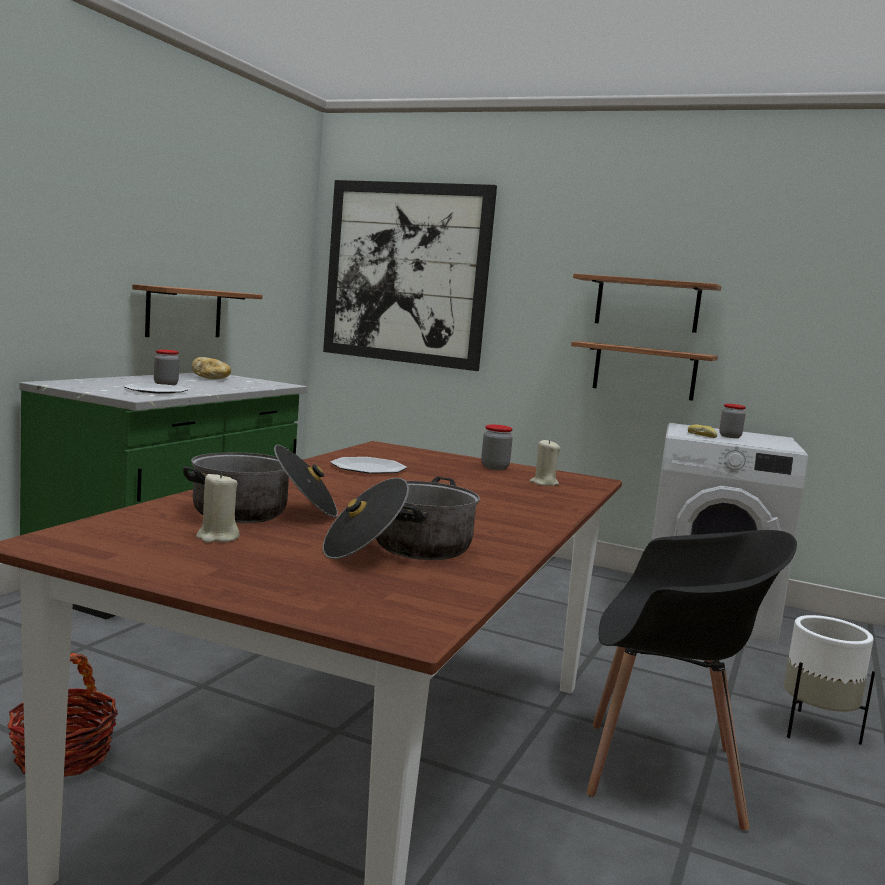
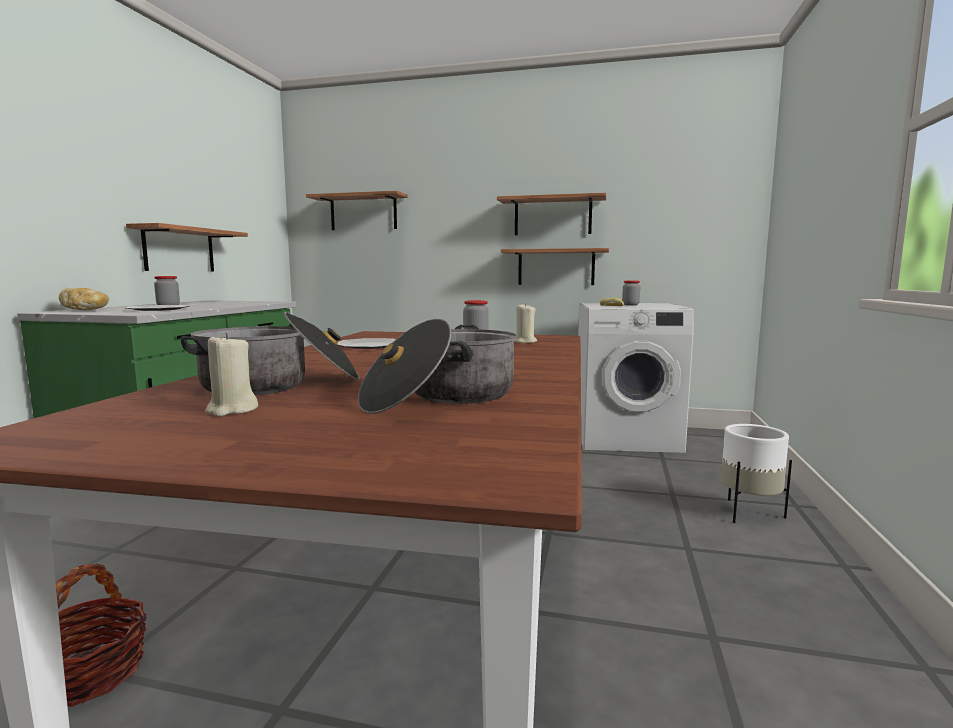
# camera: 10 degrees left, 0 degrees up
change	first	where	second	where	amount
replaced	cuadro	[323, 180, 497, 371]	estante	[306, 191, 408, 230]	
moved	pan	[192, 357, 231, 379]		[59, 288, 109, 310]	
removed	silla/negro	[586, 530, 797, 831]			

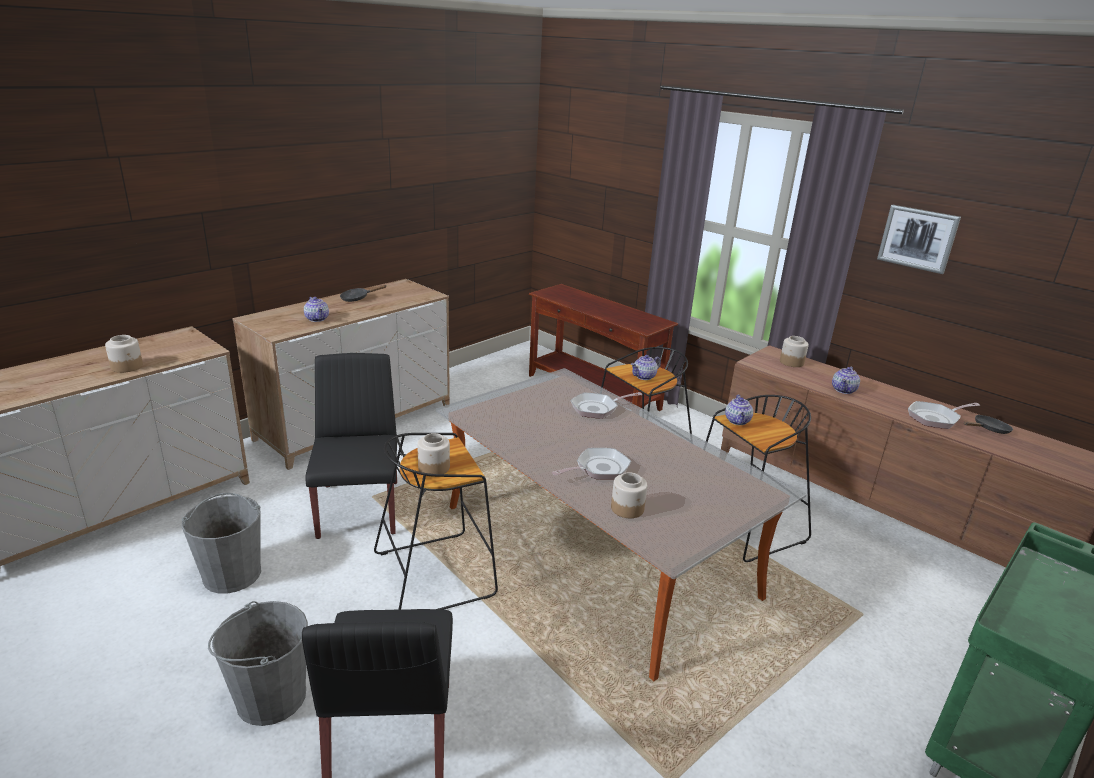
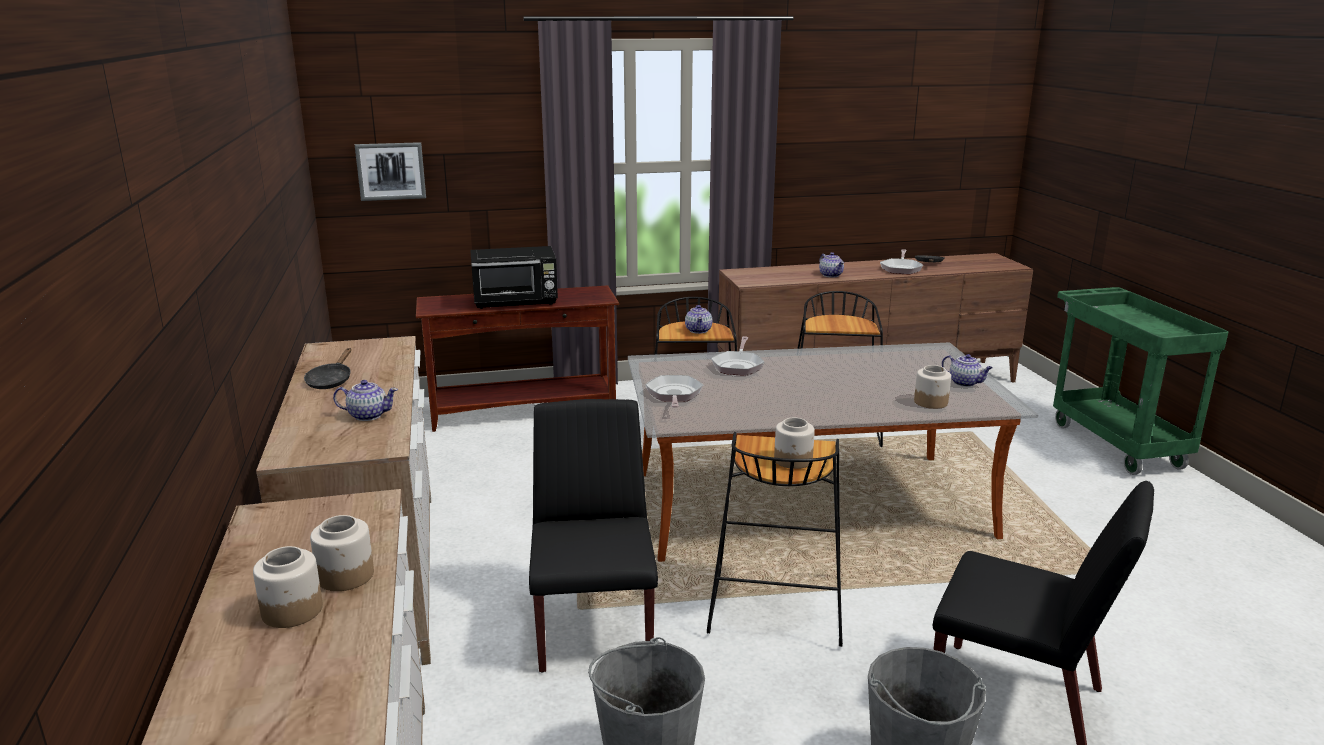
# camera: 55 degrees left, 5 degrees down
change	first	where	second	where	amount
moved	cuadro	[877, 205, 961, 274]		[355, 142, 426, 201]	
moved	tarro	[780, 336, 809, 367]		[253, 546, 323, 628]	
turned	silla/negro	[305, 353, 397, 539]		[529, 399, 658, 673]	60 degrees clockwise
moved	tetera	[725, 395, 753, 425]		[942, 354, 993, 387]	
moved	sartén	[552, 448, 631, 480]		[645, 375, 703, 408]	
added			microondas/negro	[470, 246, 558, 309]	

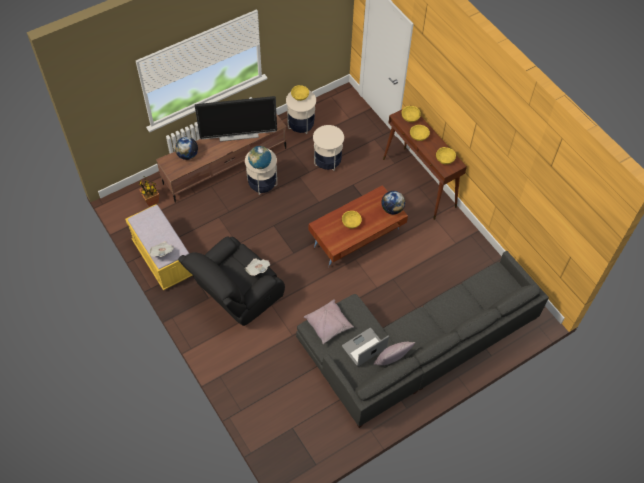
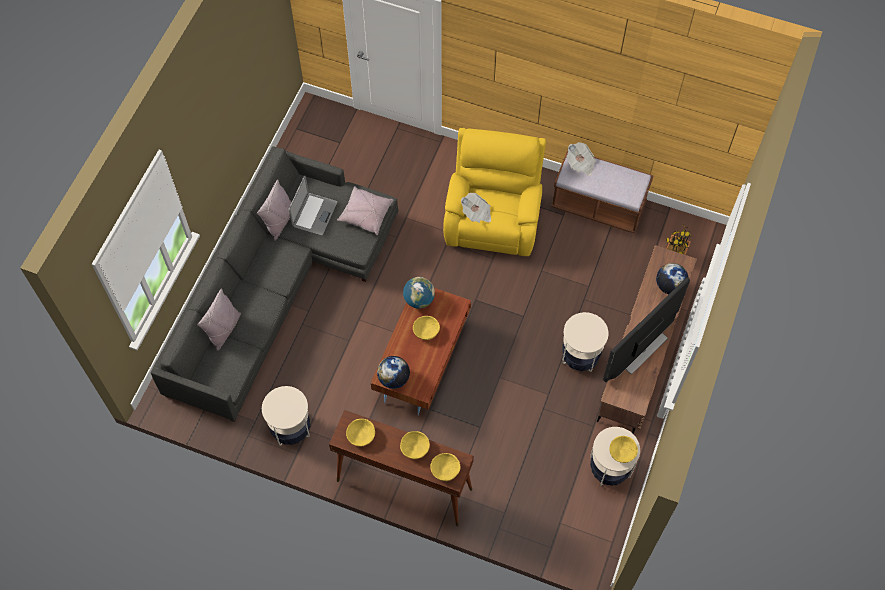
# camera: 145 degrees right, 5 degrees up
change	first	where	second	where	amount
moved	mesa auxiliar/beis	[313, 125, 344, 171]		[262, 386, 311, 446]	
moved	globo terráqueo	[248, 146, 271, 169]		[403, 277, 435, 309]	
recoloured	banco/amarillo	[125, 204, 192, 290]	banco/marrón	[551, 150, 654, 233]	
recoloured	sillón/negro	[178, 236, 285, 326]	sillón/amarillo	[443, 128, 546, 256]	
added			cojín/morado	[197, 288, 241, 351]	

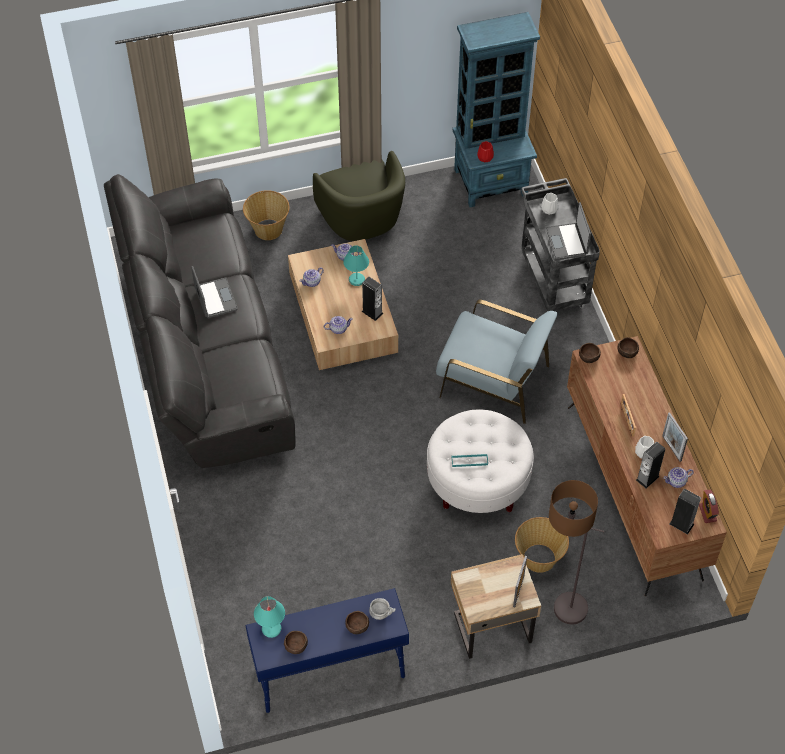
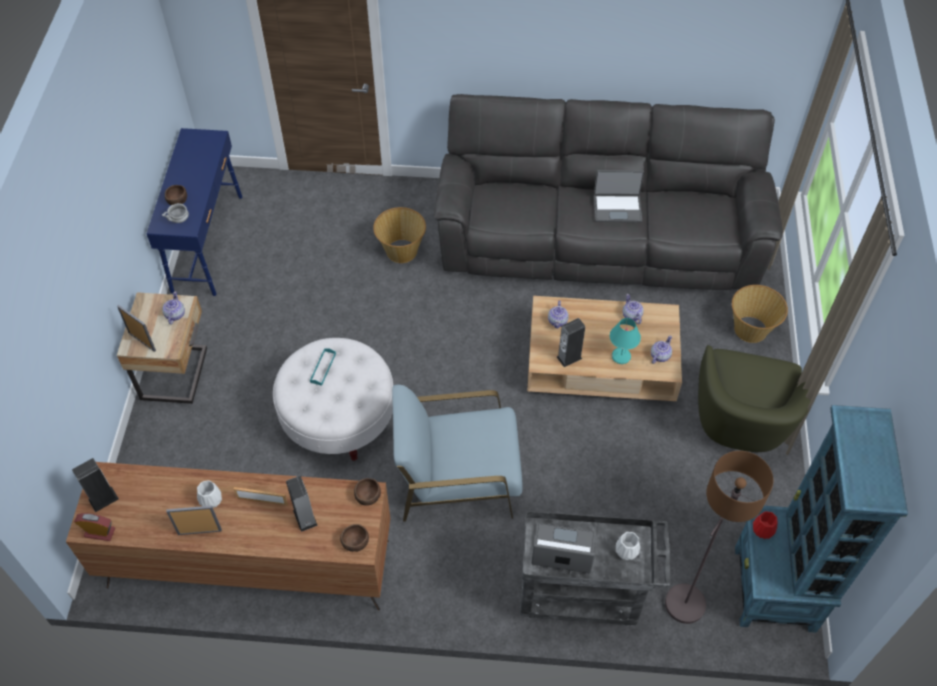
# camera: 110 degrees right, 0 degrees up
change	first	where	second	where	amount
turned	sillón/verde	[313, 151, 405, 241]		[698, 345, 810, 452]	75 degrees counterclockwise
turned	sillón/azul	[436, 300, 558, 424]		[392, 385, 522, 522]	45 degrees clockwise
moved	altavoz	[636, 442, 665, 488]		[286, 476, 318, 532]	
moved	tetera	[663, 467, 694, 488]		[162, 291, 185, 325]	
moved	lámpara de pie/marrón	[549, 480, 604, 625]		[665, 451, 773, 624]	
moved	cesta	[515, 517, 569, 573]		[373, 207, 426, 263]	
removed	lámpara de mesa/turquesa	[254, 596, 285, 638]			
removed	cuenco/marrón	[284, 631, 308, 654]			

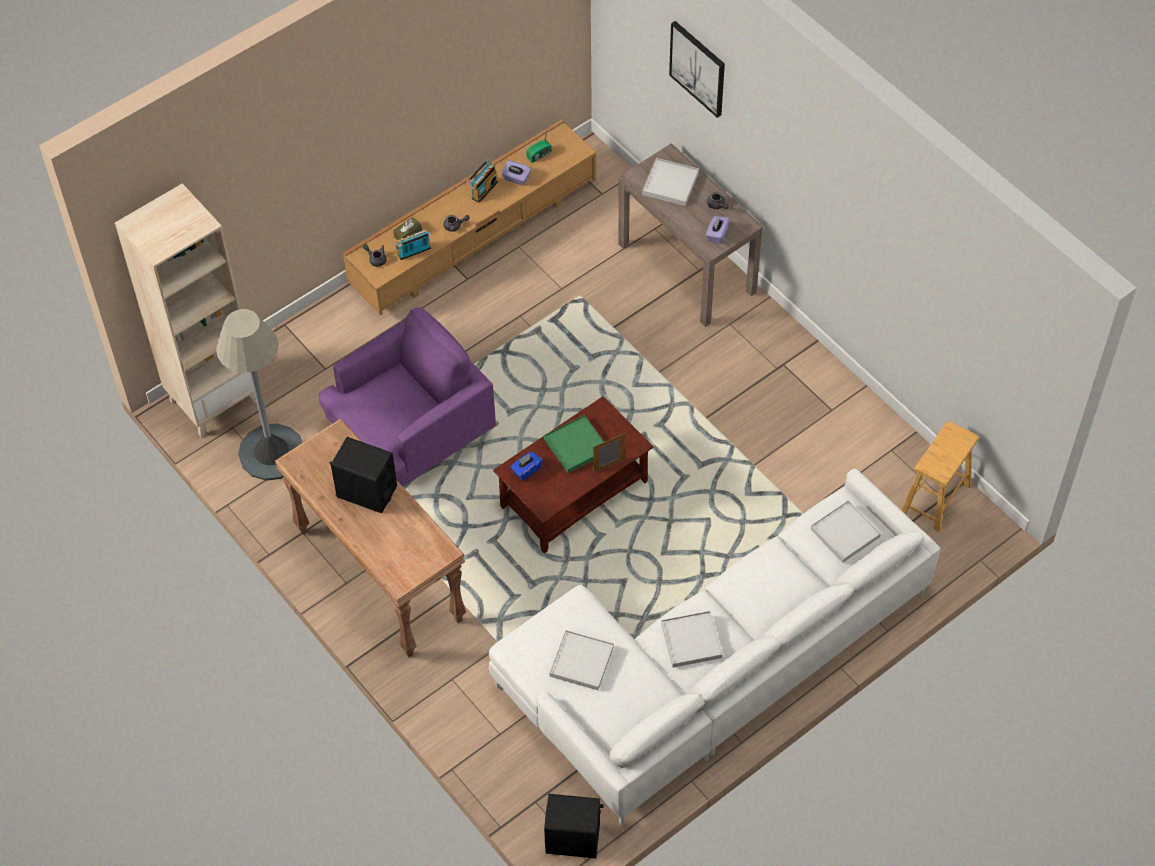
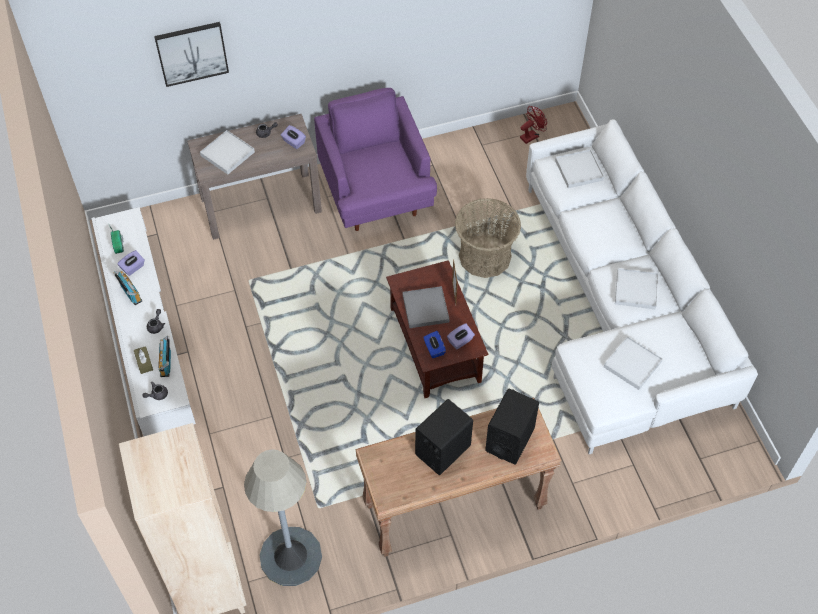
# camera: 70 degrees left, 0 degrees up
change	first	where	second	where	amount
recoloured	mueble de televisión/marrón	[343, 119, 596, 315]	mueble de televisión/blanco	[91, 207, 196, 436]	
moved	sillón/morado	[319, 307, 496, 486]		[314, 88, 437, 231]	
recoloured	bandeja/verde	[544, 415, 604, 473]	bandeja/gris	[402, 286, 449, 328]	
replaced	taburete/marrón	[901, 421, 979, 532]	ventilador/rojo	[520, 106, 547, 144]	
moved	altavoz/negro	[544, 794, 603, 858]		[485, 389, 539, 465]	
added			cesta	[455, 199, 521, 278]	
added			caja de pañuelos/morado	[447, 323, 475, 349]	

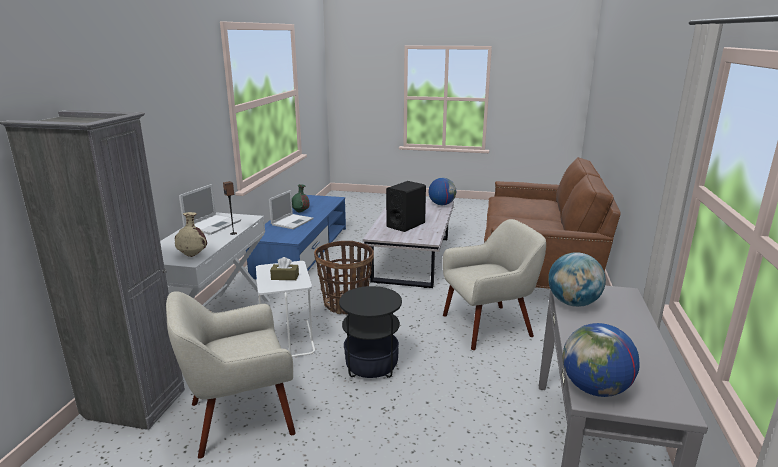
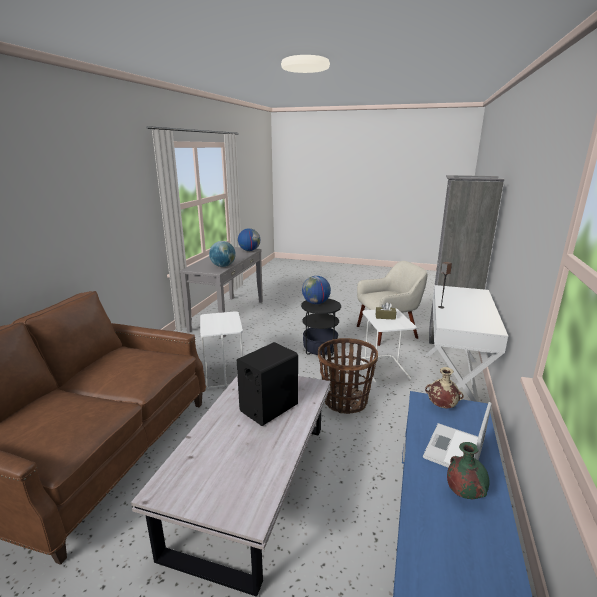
# camera: 175 degrees left, 0 degrees up
change	first	where	second	where	amount
moved	globo terráqueo	[429, 178, 456, 205]		[302, 276, 331, 304]	
removed	portátil	[179, 184, 241, 235]			
moved	florero/beis	[175, 212, 207, 257]		[425, 367, 464, 408]	
replaced	sillón/beis	[443, 219, 546, 350]	mesa auxiliar/blanco	[200, 311, 243, 389]	

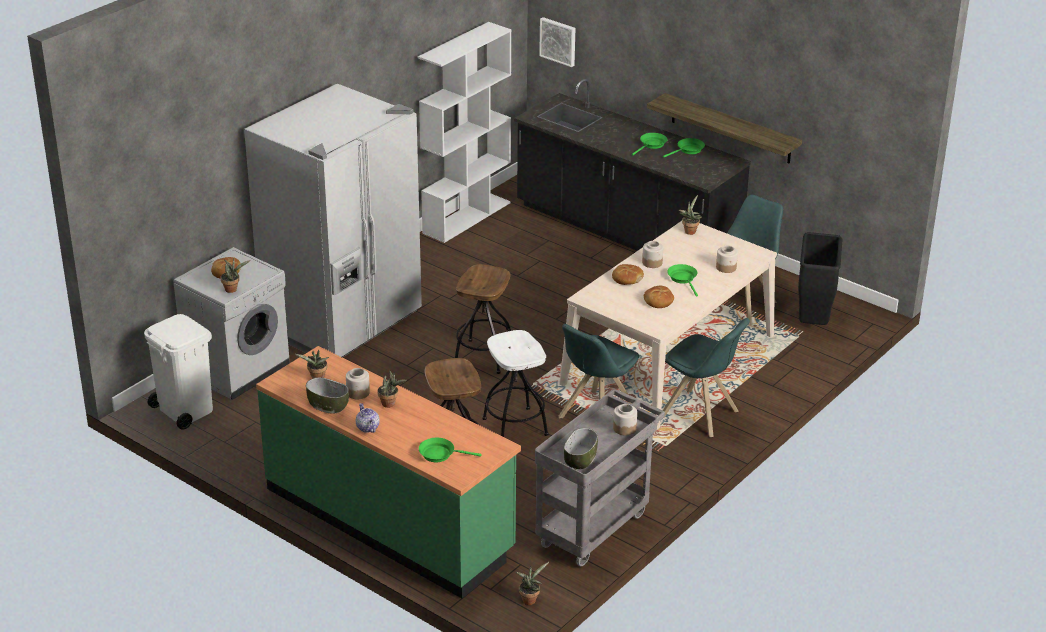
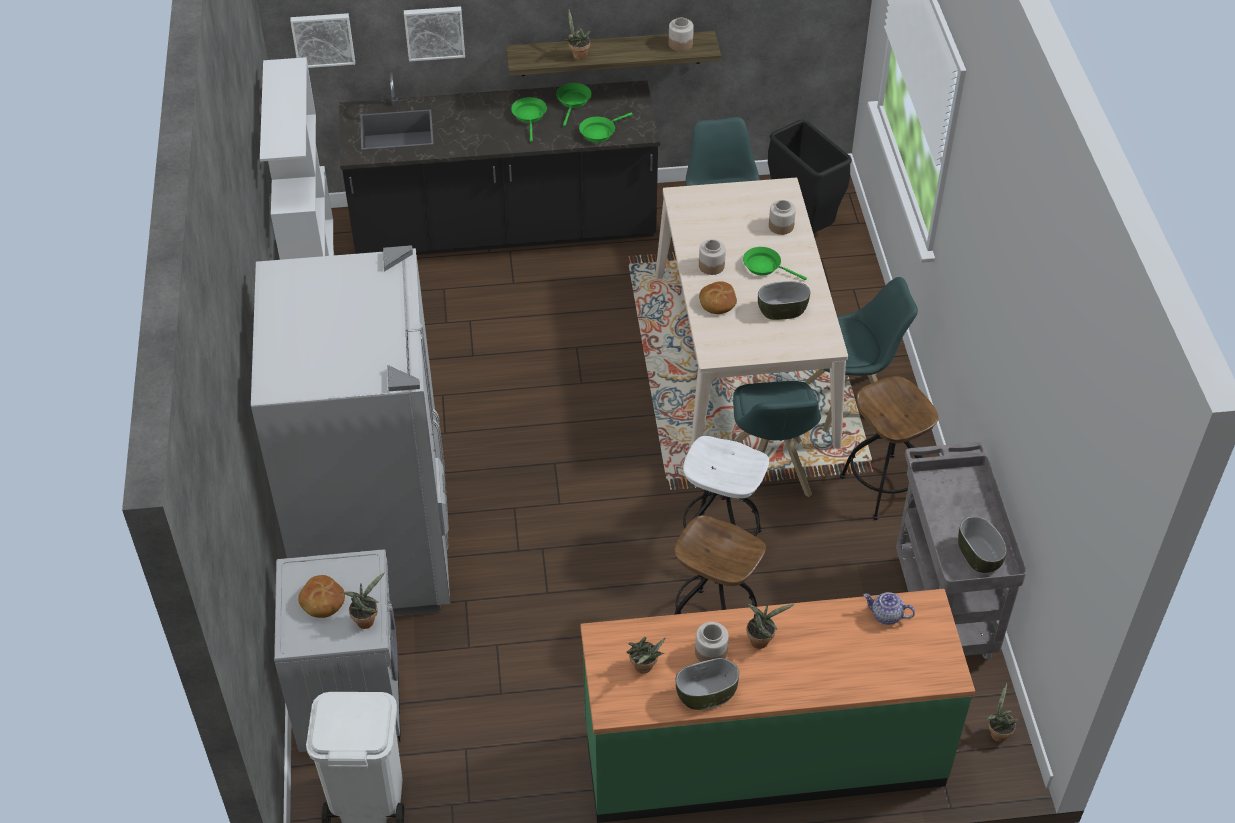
# camera: 45 degrees left, 15 degrees up
change	first	where	second	where	amount
moved	planta en maceta	[679, 195, 702, 235]		[564, 10, 590, 60]	
moved	taburete/marrón	[455, 264, 511, 374]		[840, 376, 938, 520]	
replaced	pan	[644, 286, 674, 308]	cuenco	[758, 281, 810, 320]	
moved	tetera	[356, 403, 380, 433]		[863, 592, 915, 625]	
moved	tarro	[613, 404, 637, 436]		[669, 18, 694, 52]	
moved	sartén/verde	[419, 438, 482, 462]		[579, 112, 632, 142]	
added			cuadro	[404, 6, 465, 62]	

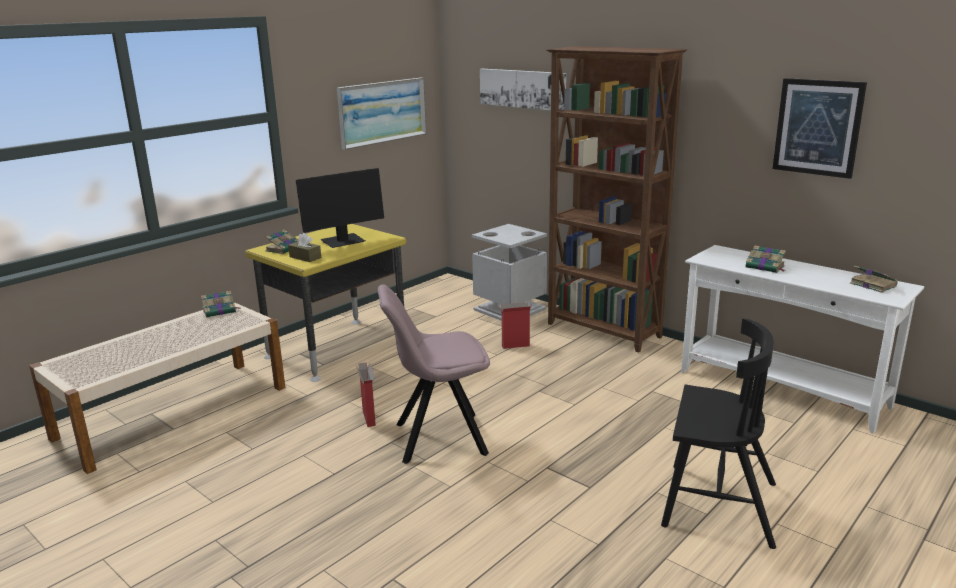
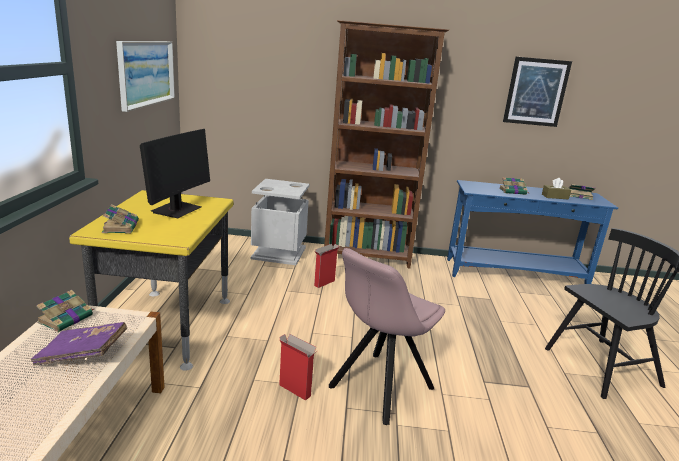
# camera: 40 degrees left, 0 degrees up
change	first	where	second	where	amount
removed	cuadro	[480, 69, 566, 111]			
moved	caja de pañuelos/marrón	[288, 233, 321, 262]		[542, 178, 571, 199]	
recoloured	mesa consola/blanco	[681, 245, 924, 434]	mesa consola/azul	[447, 180, 618, 284]	
added			libro/morado	[31, 322, 127, 366]	

